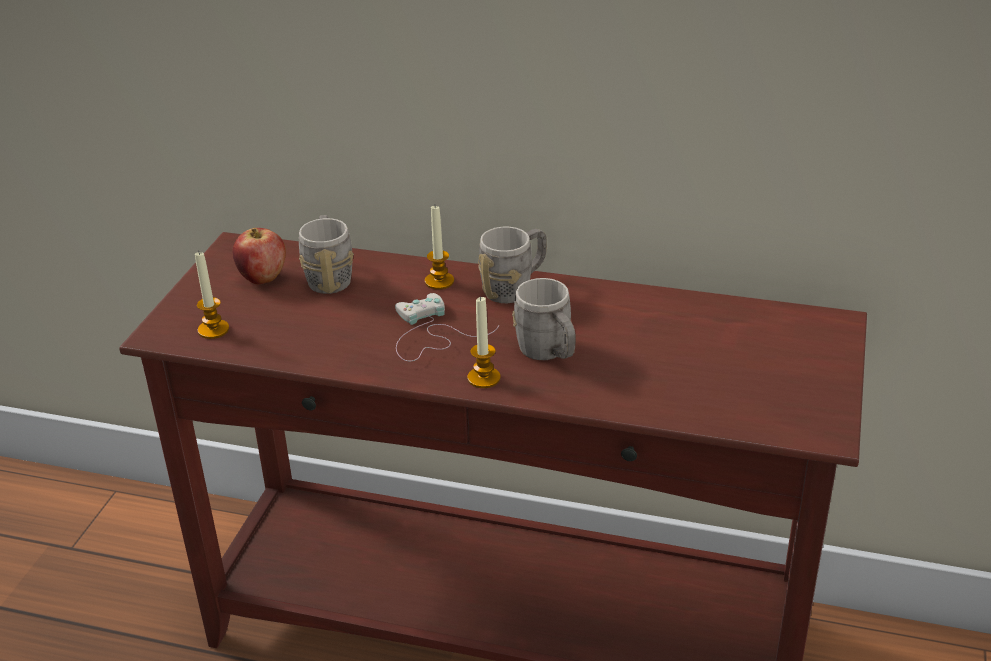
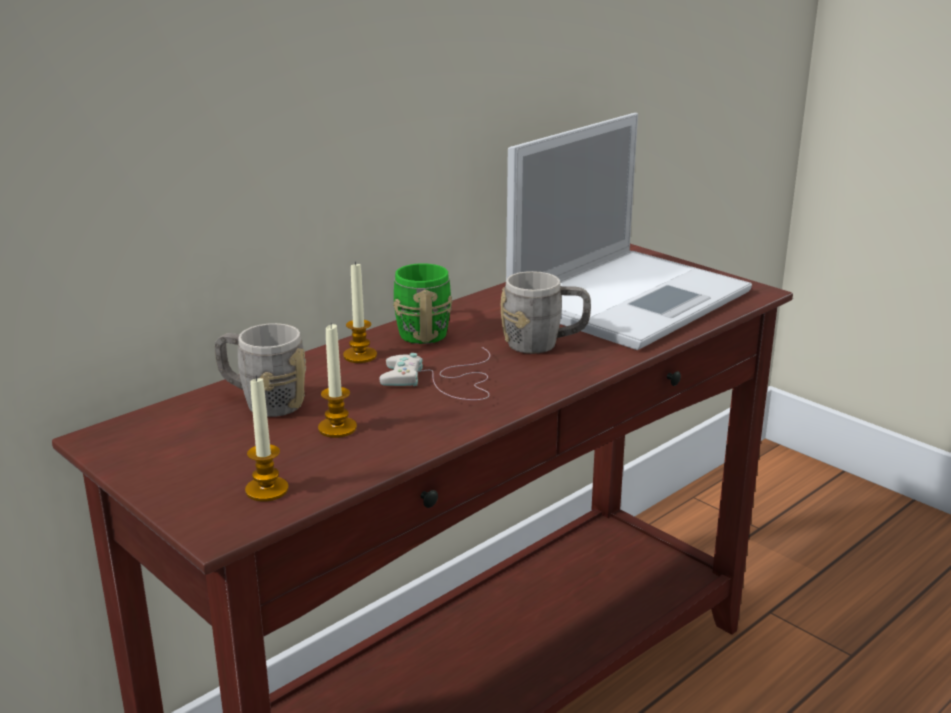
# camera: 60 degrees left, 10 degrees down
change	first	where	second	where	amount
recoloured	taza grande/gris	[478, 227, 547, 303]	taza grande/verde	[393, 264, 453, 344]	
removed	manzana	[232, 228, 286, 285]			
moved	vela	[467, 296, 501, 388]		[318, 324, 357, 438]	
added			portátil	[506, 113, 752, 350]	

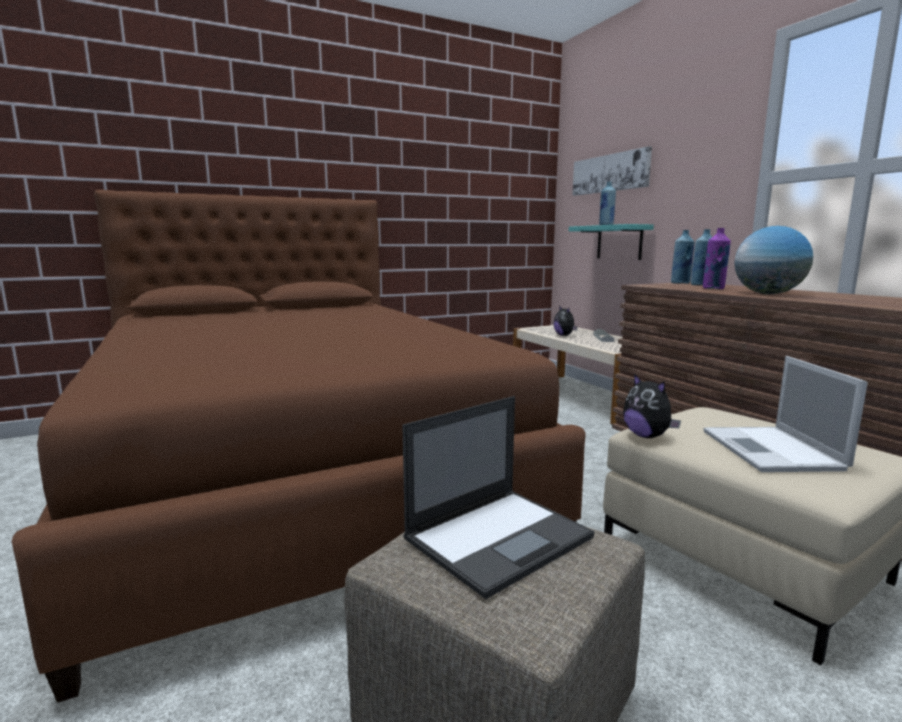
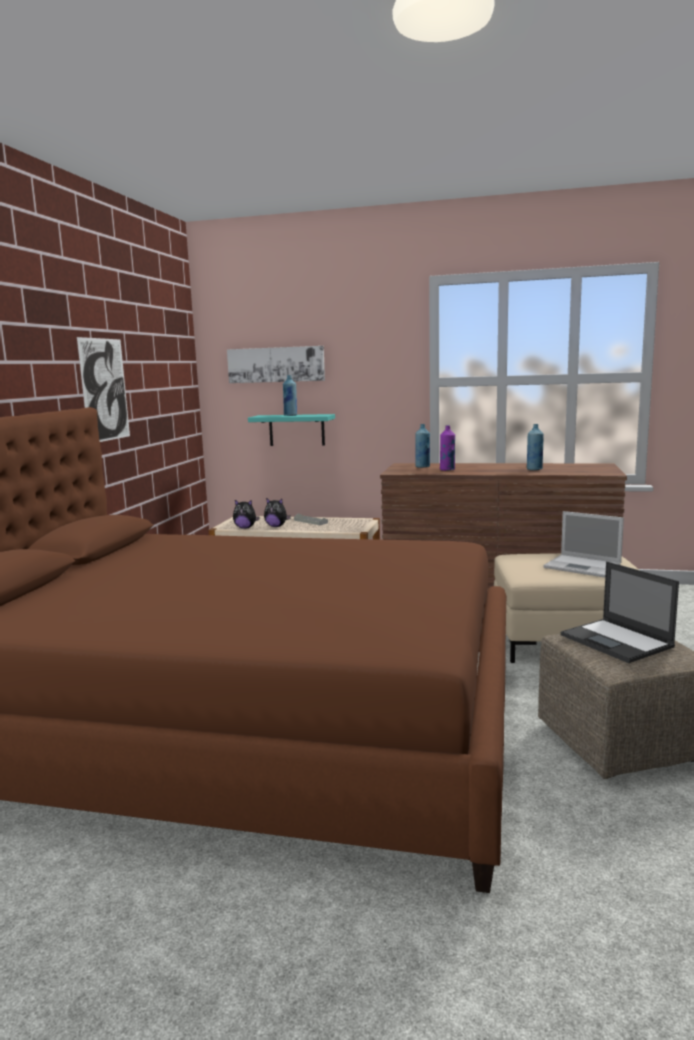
# camera: 50 degrees left, 0 degrees up
change	first	where	second	where	amount
removed	globo terráqueo	[735, 226, 813, 294]			
moved	botella/azul	[671, 230, 694, 284]		[527, 424, 543, 470]	
moved	peluche	[623, 374, 681, 438]		[233, 500, 260, 529]	
turned	portátil	[402, 396, 594, 599]		[561, 561, 679, 663]	150 degrees clockwise
added			cuadro	[77, 337, 130, 442]	

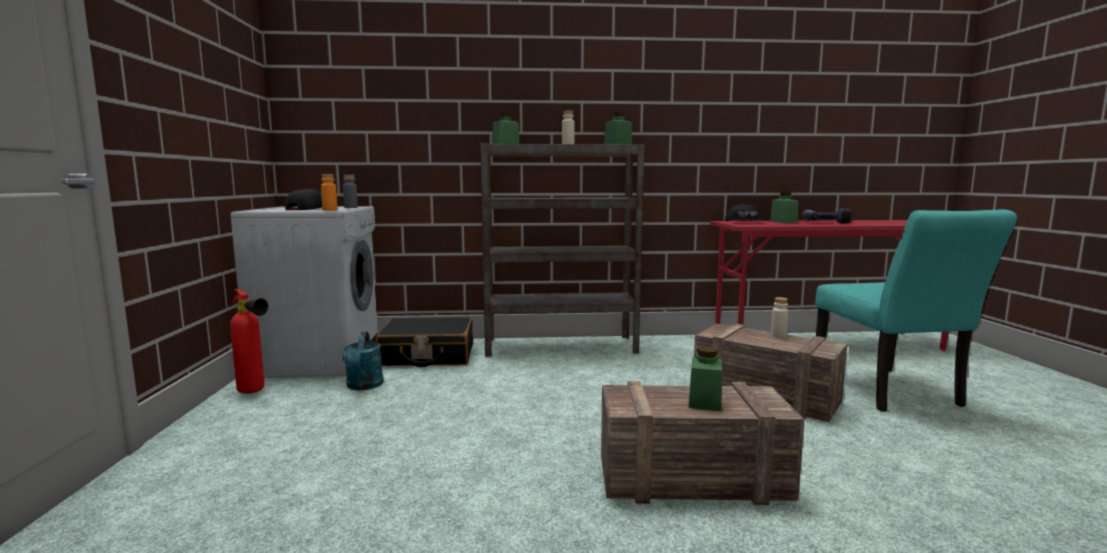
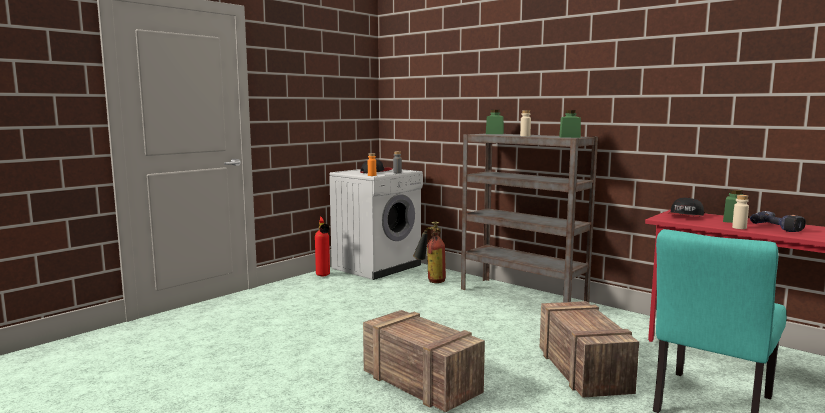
# camera: 45 degrees right, 0 degrees up
change	first	where	second	where	amount
moved	botella/beis	[771, 297, 789, 338]		[732, 195, 749, 229]	
replaced	maleta/negro	[376, 318, 473, 367]	extintor	[413, 221, 446, 283]	
removed	regadera/turquesa	[343, 332, 384, 390]			
removed	tarro/verde	[688, 346, 722, 411]			

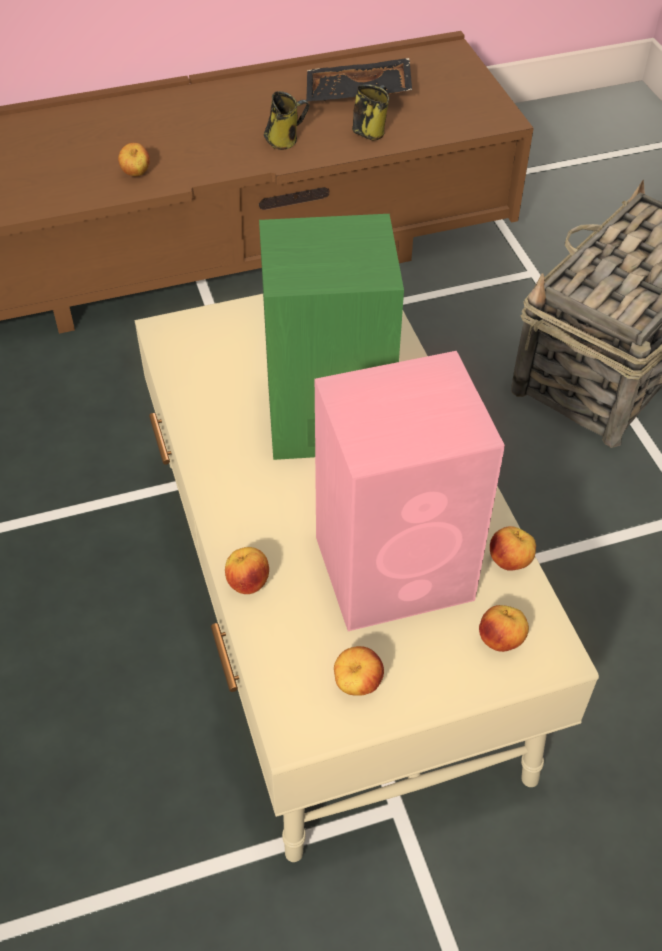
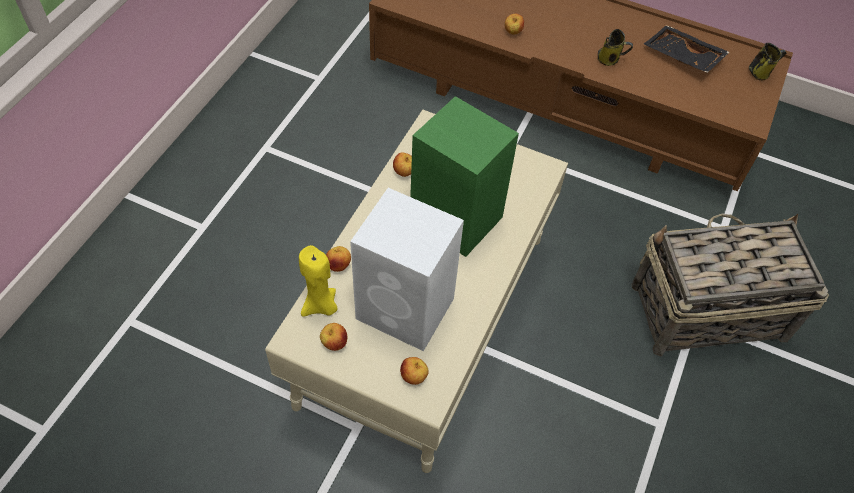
# camera: 40 degrees right, 5 degrees up
change	first	where	second	where	amount
moved	taza grande	[352, 84, 389, 141]		[749, 43, 786, 80]	
recoloured	altavoz/rosa	[315, 351, 505, 631]	altavoz/blanco	[350, 188, 464, 351]	
moved	manzana	[490, 526, 536, 571]		[393, 152, 412, 177]	
added			vela/amarillo	[299, 245, 338, 317]	

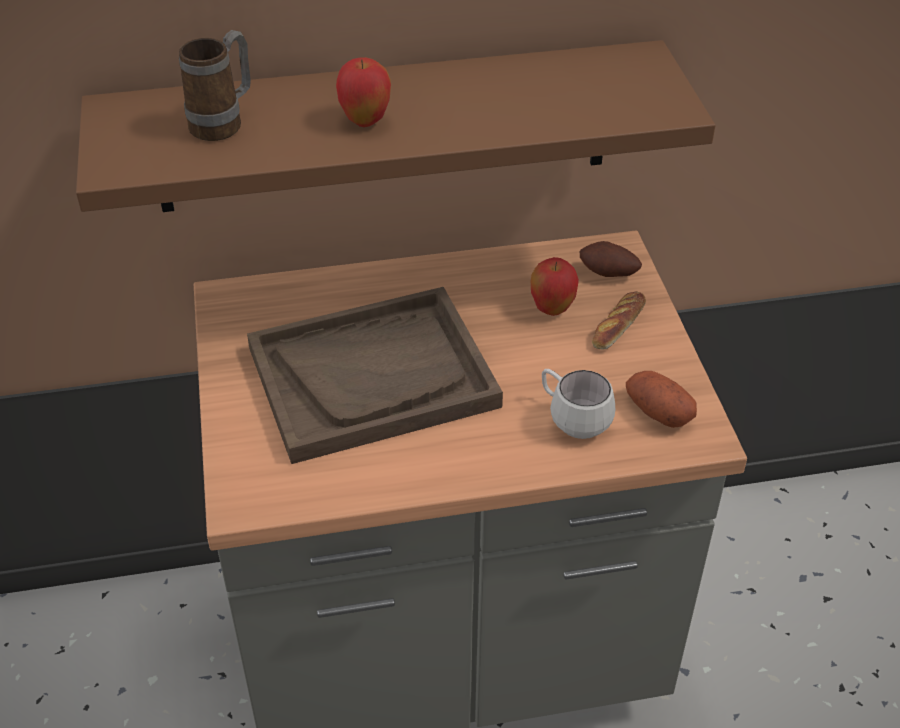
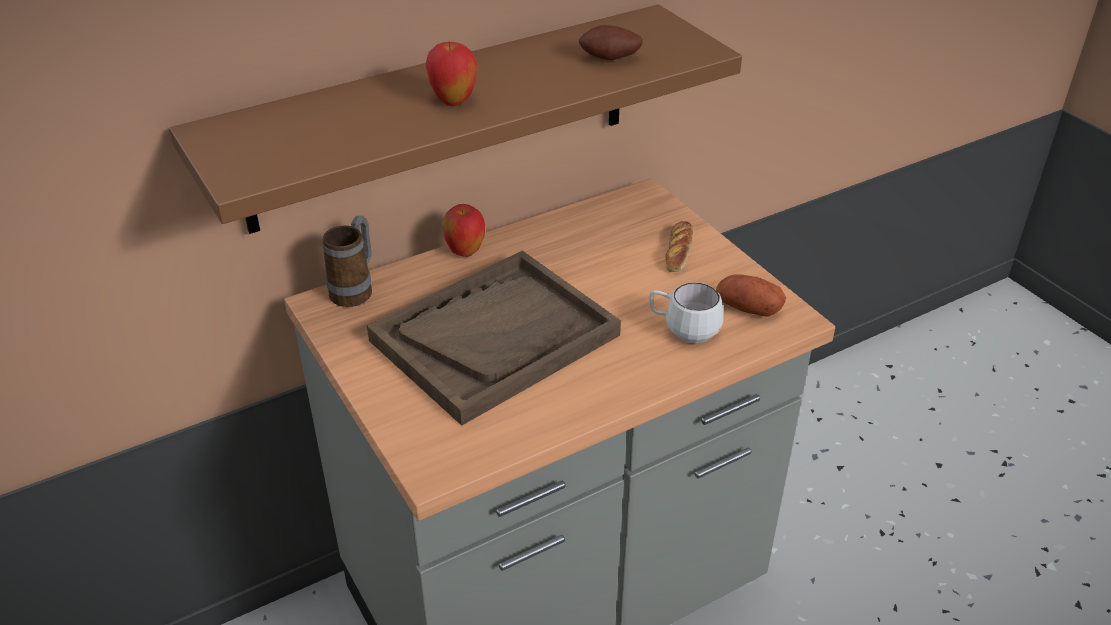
# camera: 20 degrees left, 5 degrees down
change	first	where	second	where	amount
moved	taza grande	[179, 30, 251, 141]		[322, 216, 372, 307]	
moved	patata	[579, 241, 642, 277]		[579, 25, 643, 60]	
moved	manzana	[531, 257, 579, 316]		[442, 204, 485, 257]	

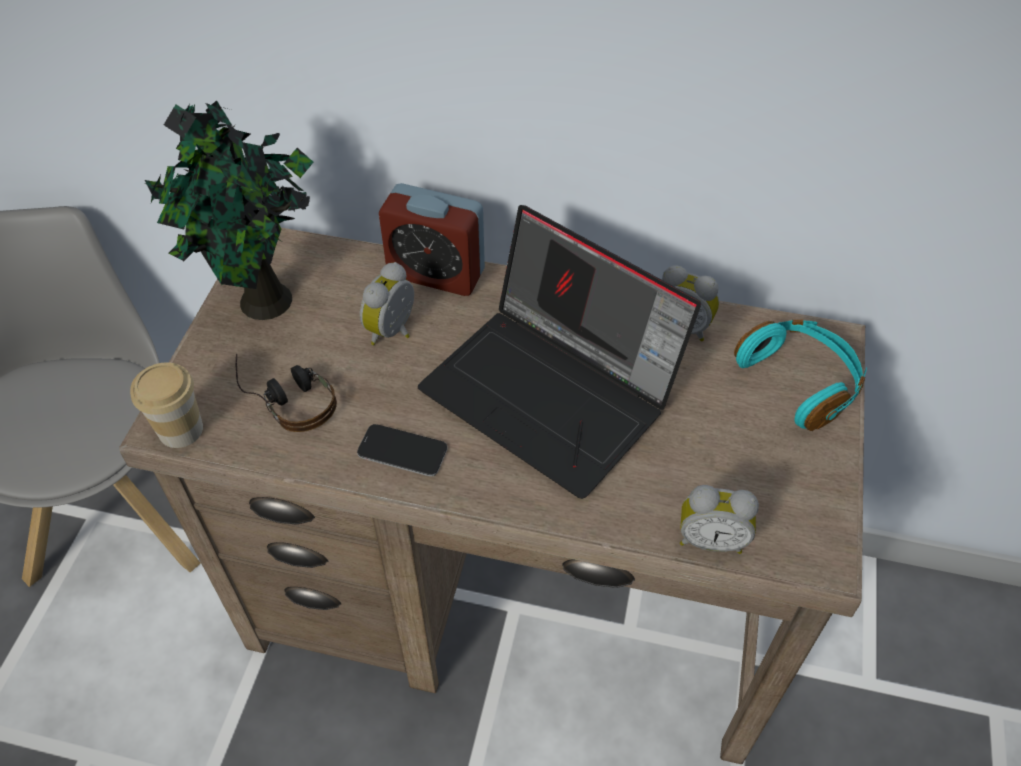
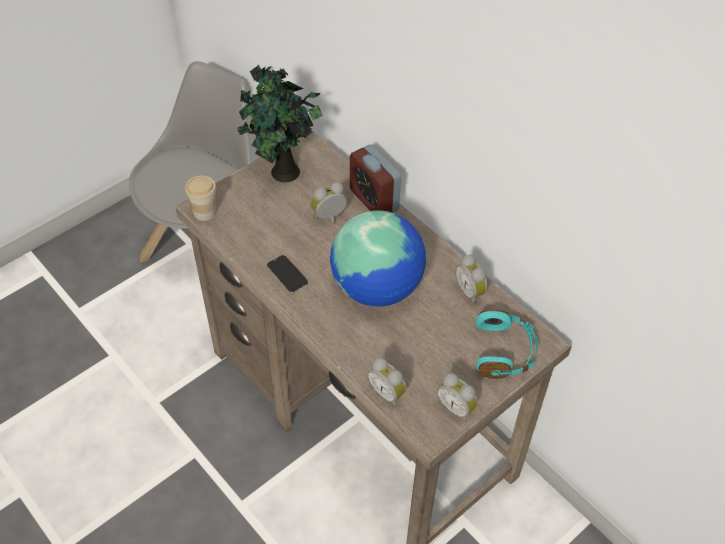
# camera: 35 degrees right, 0 degrees up
change	first	where	second	where	amount
replaced	portátil	[418, 205, 701, 499]	globo terráqueo	[330, 211, 426, 307]	
removed	auriculares	[236, 354, 337, 432]			
added			despertador	[437, 373, 478, 422]	

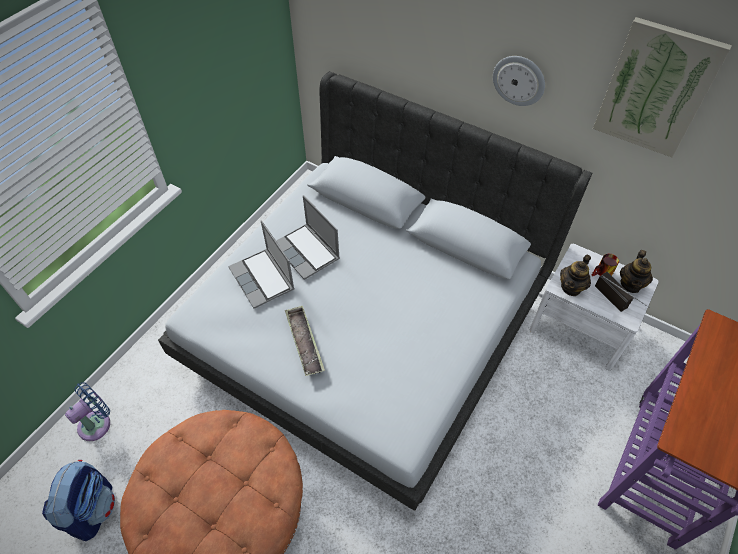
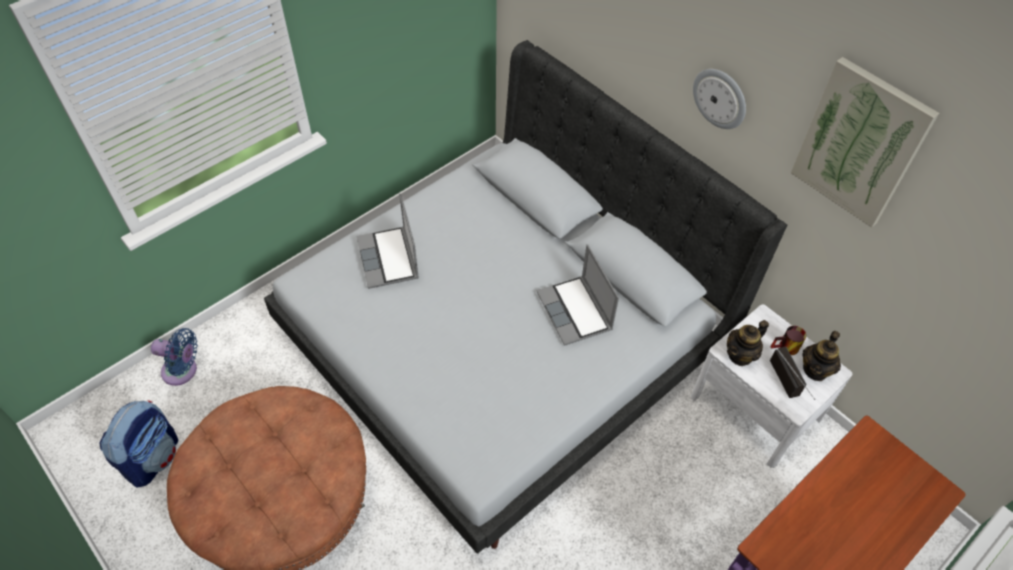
# camera: 15 degrees right, 0 degrees up
change	first	where	second	where	amount
moved	portátil	[276, 195, 340, 280]		[537, 244, 619, 346]	
removed	bandeja	[285, 306, 325, 376]			
turned	ventilador/azul	[65, 382, 110, 441]		[151, 328, 198, 386]	45 degrees clockwise

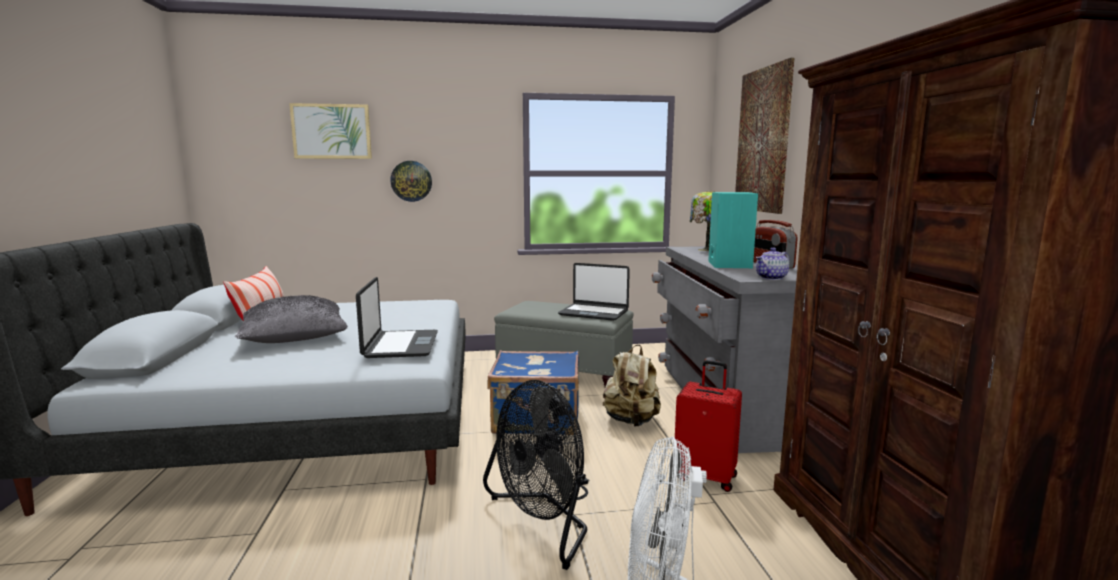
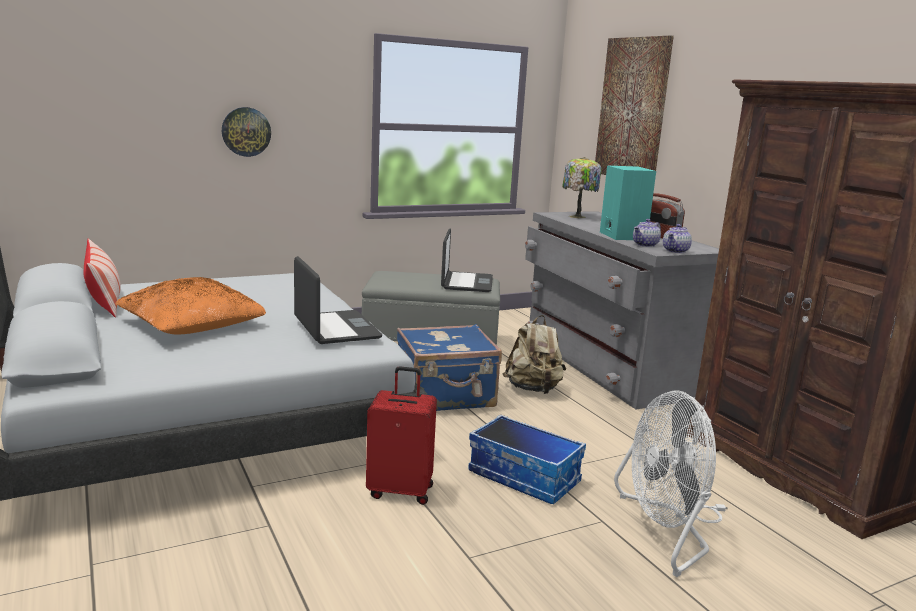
# camera: 20 degrees left, 5 degrees up
change	first	where	second	where	amount
removed	cuadro	[289, 103, 372, 159]			
turned	portátil	[558, 263, 630, 321]		[441, 228, 493, 292]	90 degrees counterclockwise
recoloured	cojín/gris	[235, 295, 348, 343]	cojín/naranja	[116, 277, 266, 334]	
moved	maleta/rojo	[675, 360, 742, 492]		[366, 366, 437, 505]	
replaced	ventilador/negro	[483, 380, 589, 570]	caja de almacenaje	[468, 415, 586, 504]	
added			tetera	[633, 219, 661, 247]	

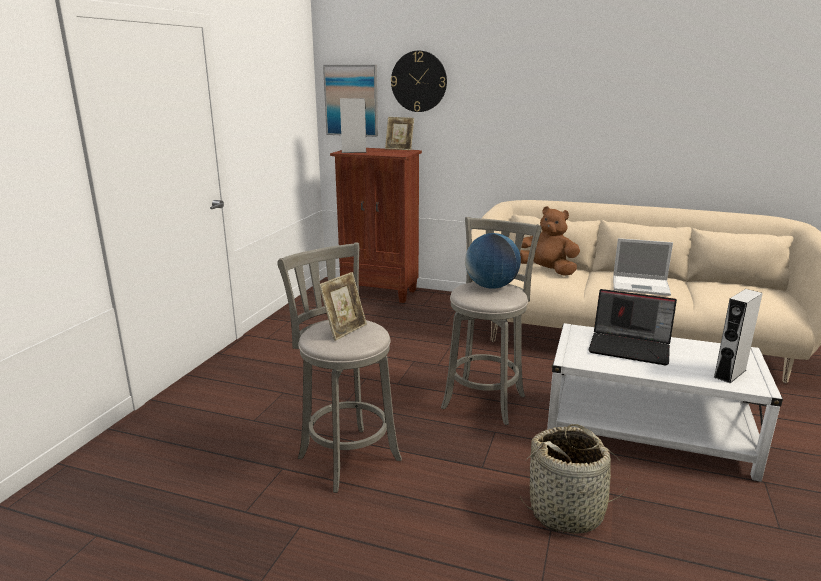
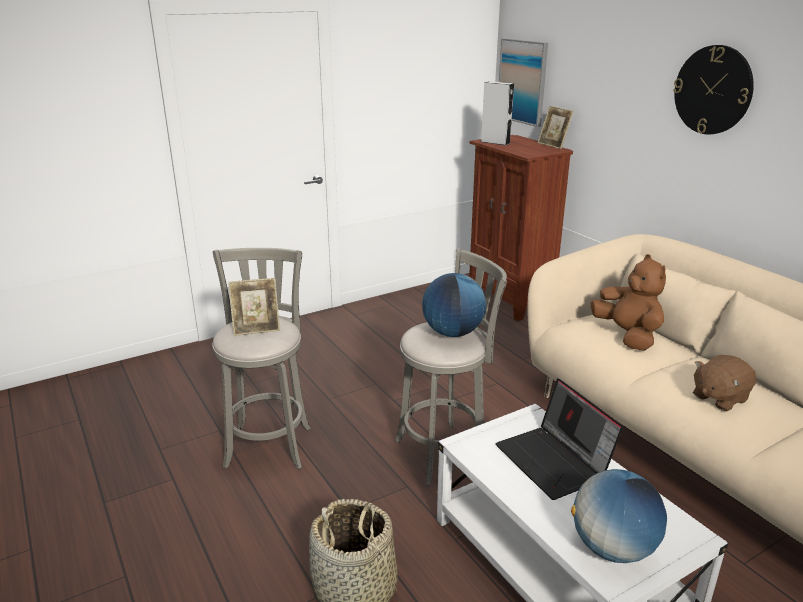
# camera: 40 degrees right, 5 degrees up
change	first	where	second	where	amount
moved	reloj de pared	[391, 51, 447, 112]		[673, 45, 754, 134]	
replaced	portátil	[613, 238, 673, 296]	peluche/marrón	[693, 355, 756, 411]	
replaced	altavoz/gris	[713, 289, 763, 383]	globo terráqueo	[571, 469, 667, 563]	

